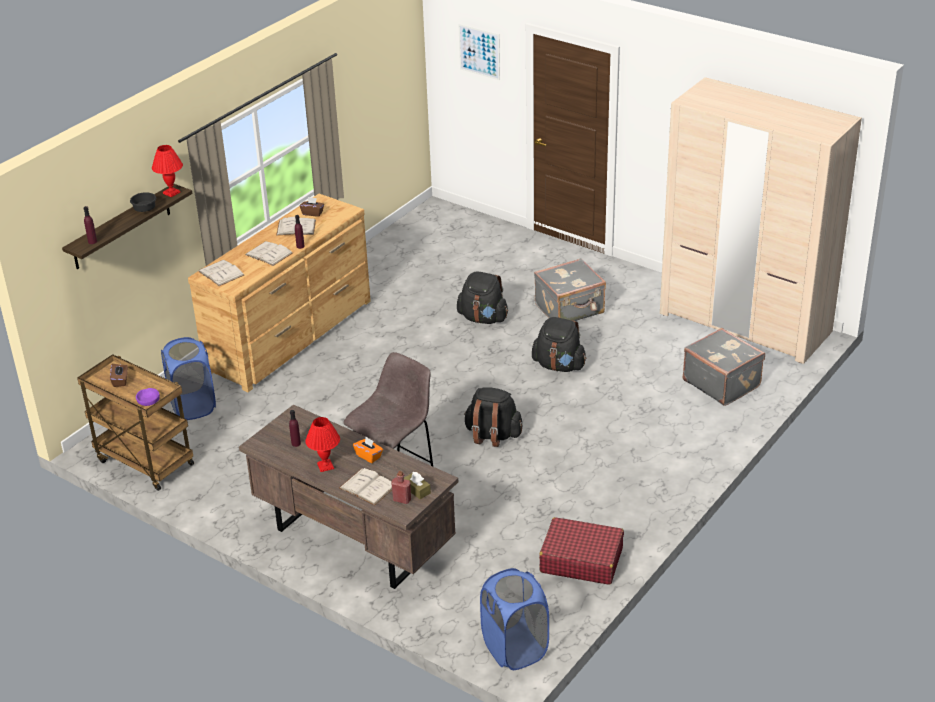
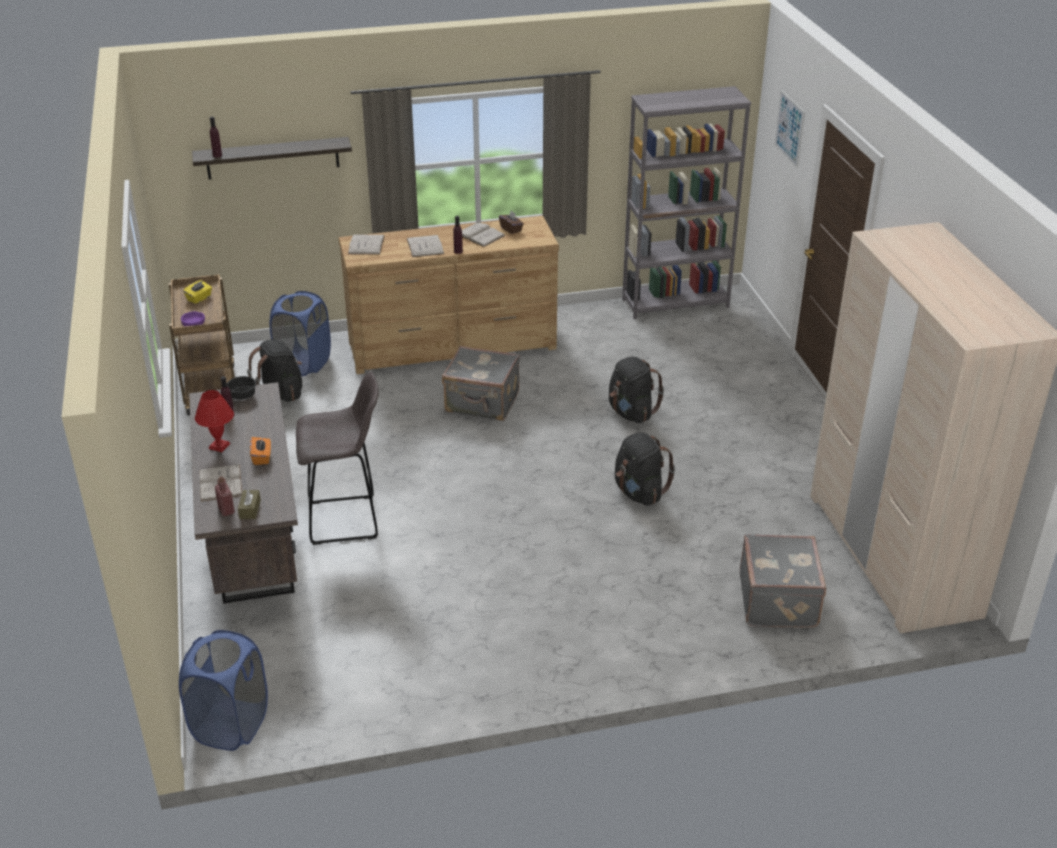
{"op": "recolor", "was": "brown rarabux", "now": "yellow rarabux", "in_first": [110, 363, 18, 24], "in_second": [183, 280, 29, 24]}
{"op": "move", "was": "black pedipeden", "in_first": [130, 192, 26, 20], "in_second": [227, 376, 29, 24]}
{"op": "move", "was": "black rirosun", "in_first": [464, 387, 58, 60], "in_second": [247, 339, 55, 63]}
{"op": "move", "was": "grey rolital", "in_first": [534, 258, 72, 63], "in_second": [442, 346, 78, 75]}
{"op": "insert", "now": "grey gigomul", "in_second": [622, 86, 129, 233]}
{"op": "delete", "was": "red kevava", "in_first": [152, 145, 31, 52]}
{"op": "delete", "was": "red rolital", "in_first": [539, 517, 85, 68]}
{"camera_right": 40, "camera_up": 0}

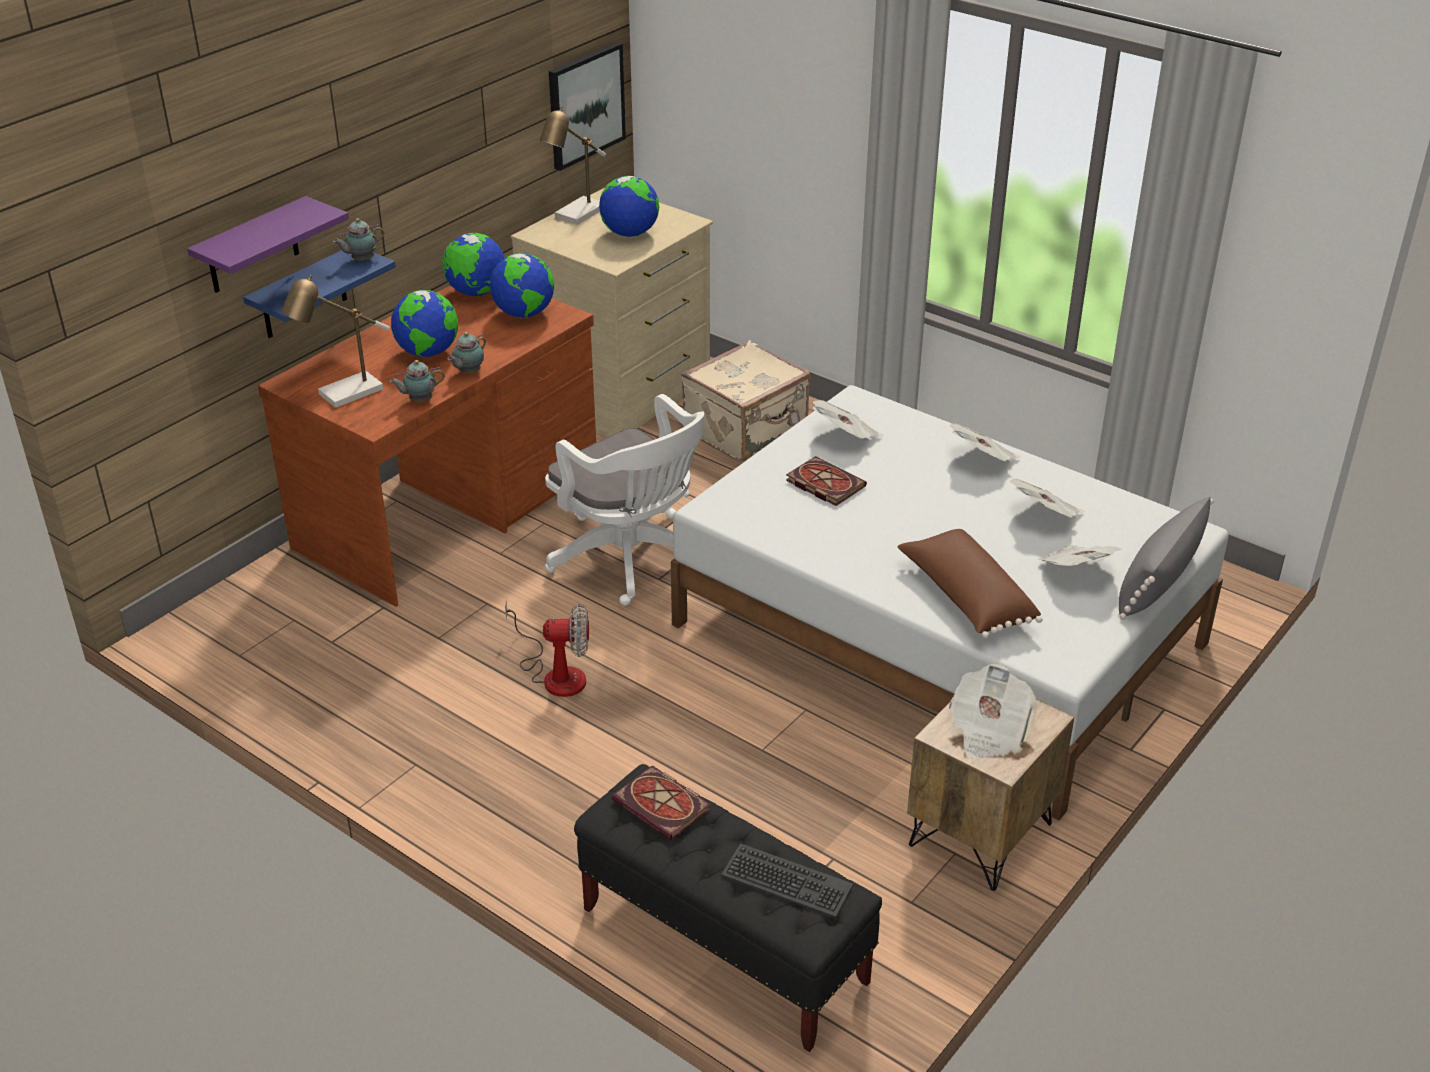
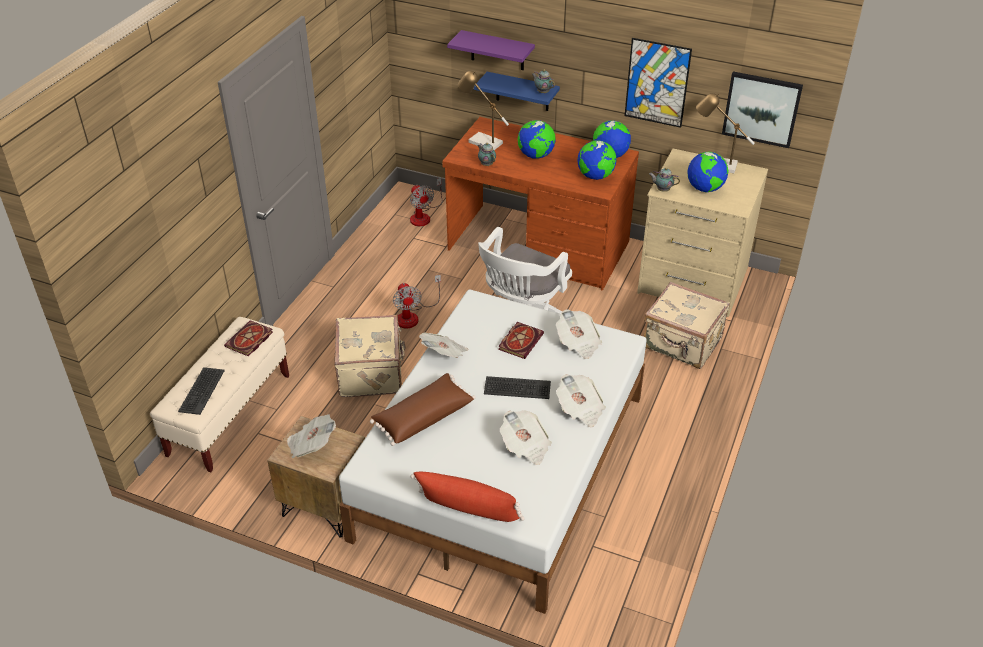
{"op": "recolor", "was": "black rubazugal", "now": "beige rubazugal", "in_first": [574, 764, 308, 288], "in_second": [150, 317, 139, 155]}
{"op": "insert", "now": "beige rolital", "in_second": [335, 315, 71, 82]}
{"op": "insert", "now": "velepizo", "in_second": [410, 178, 33, 48]}
{"op": "recolor", "was": "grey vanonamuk", "now": "red vanonamuk", "in_first": [1119, 497, 95, 123], "in_second": [410, 472, 115, 50]}
{"op": "move", "was": "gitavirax", "in_first": [1038, 545, 84, 21], "in_second": [419, 332, 50, 26]}
{"op": "insert", "now": "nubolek", "in_second": [484, 376, 67, 23]}
{"op": "insert", "now": "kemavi", "in_second": [625, 38, 67, 90]}
{"op": "move", "was": "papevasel", "in_first": [447, 332, 39, 42], "in_second": [649, 167, 31, 25]}
{"camera_right": 75, "camera_up": 5}

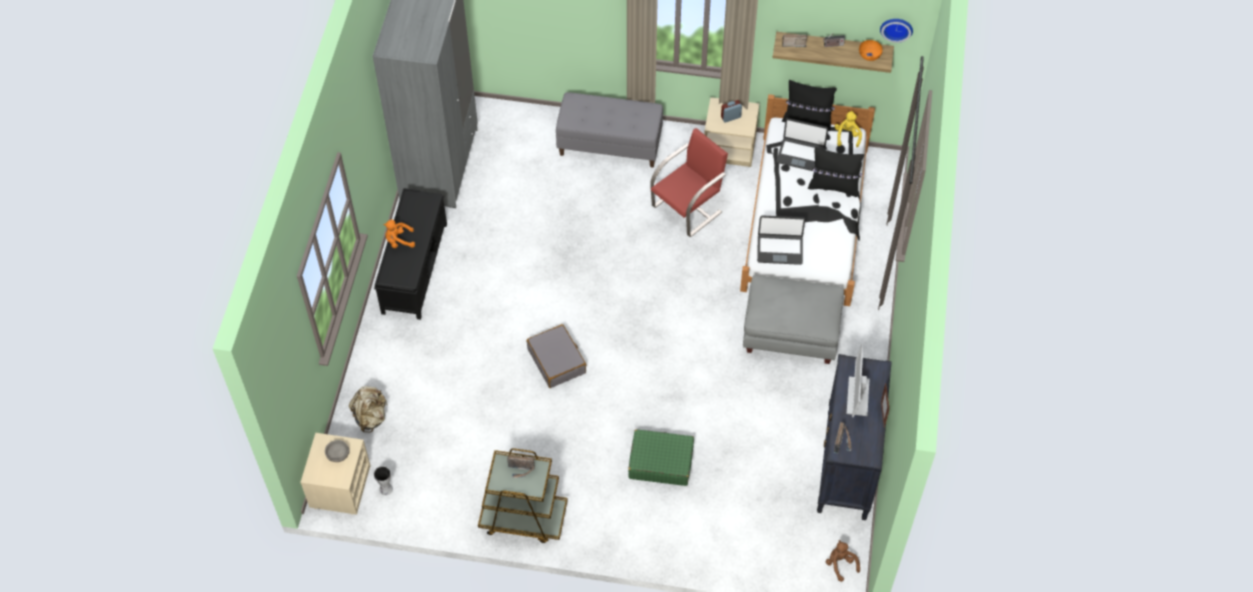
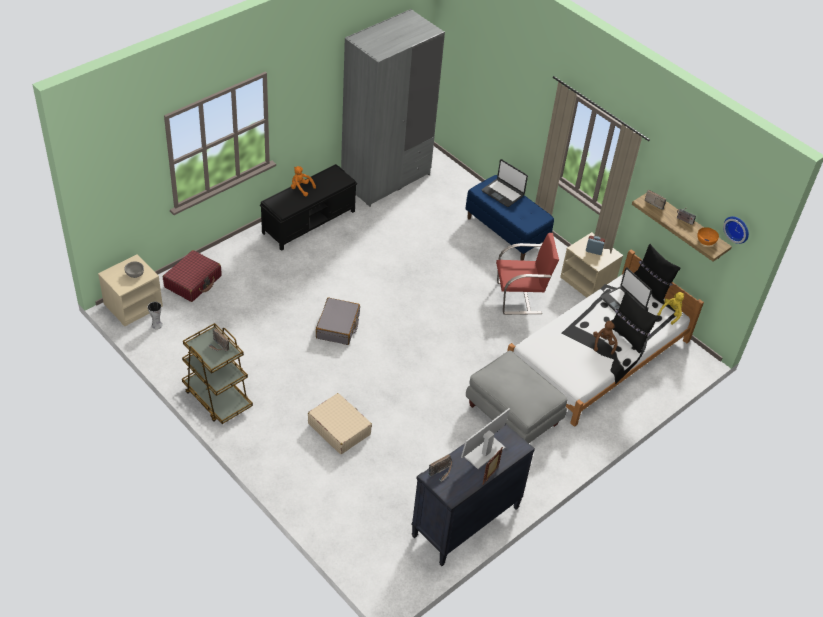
{"op": "replace", "was": "beige rirosun", "now": "red rolital", "in_first": [349, 386, 38, 47], "in_second": [163, 250, 59, 52]}
{"op": "recolor", "was": "green rolital", "now": "beige rolital", "in_first": [628, 429, 66, 57], "in_second": [308, 393, 64, 61]}
{"op": "recolor", "was": "grey rubazugal", "now": "blue rubazugal", "in_first": [556, 92, 107, 76], "in_second": [465, 175, 89, 86]}
{"op": "move", "was": "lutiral", "in_first": [757, 215, 48, 50], "in_second": [482, 159, 46, 48]}
{"op": "move", "was": "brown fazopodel", "in_first": [826, 540, 34, 42], "in_second": [593, 321, 25, 34]}
{"camera_right": 35, "camera_up": -10}

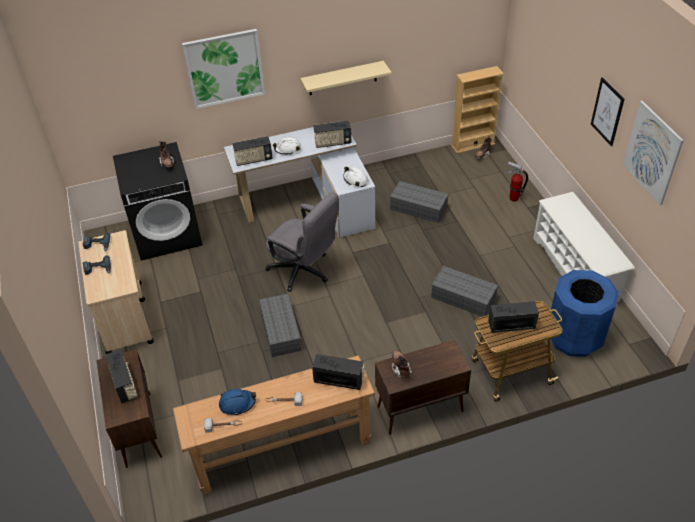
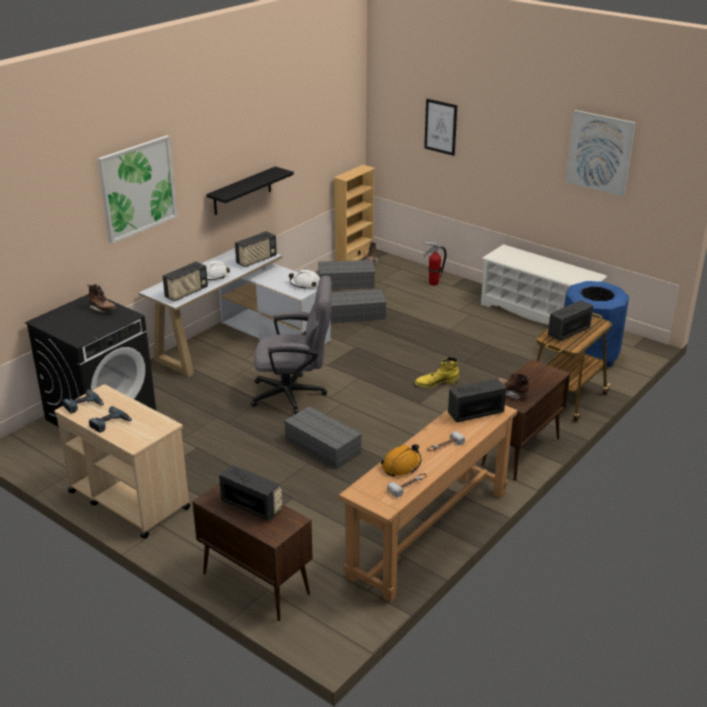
{"op": "recolor", "was": "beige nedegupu", "now": "black nedegupu", "in_first": [301, 61, 91, 34], "in_second": [206, 166, 88, 49]}
{"op": "move", "was": "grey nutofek", "in_first": [431, 266, 67, 51], "in_second": [318, 260, 57, 30]}
{"op": "recolor", "was": "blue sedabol", "now": "orange sedabol", "in_first": [219, 389, 37, 26], "in_second": [381, 444, 40, 33]}
{"op": "insert", "now": "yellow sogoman", "in_second": [415, 357, 44, 31]}
{"op": "move", "was": "kemavi", "in_first": [591, 77, 33, 69], "in_second": [424, 99, 33, 57]}
{"camera_right": -35, "camera_up": -15}

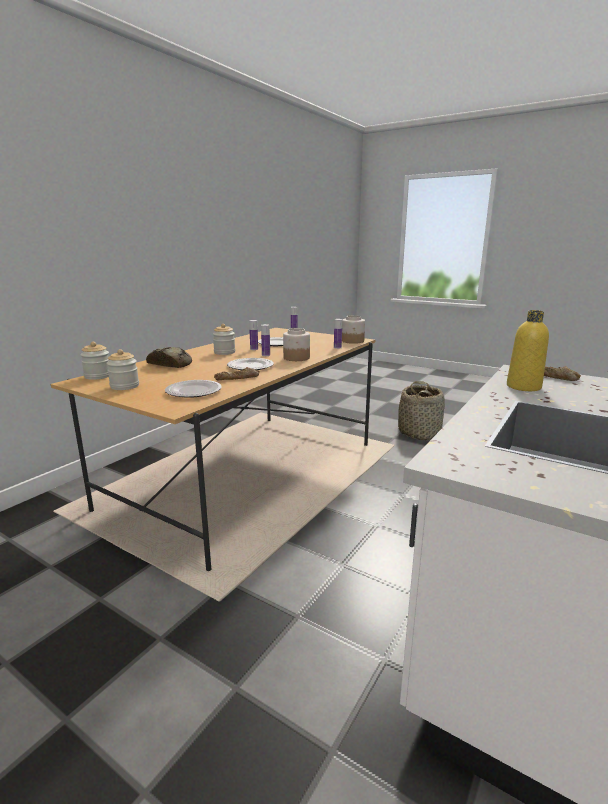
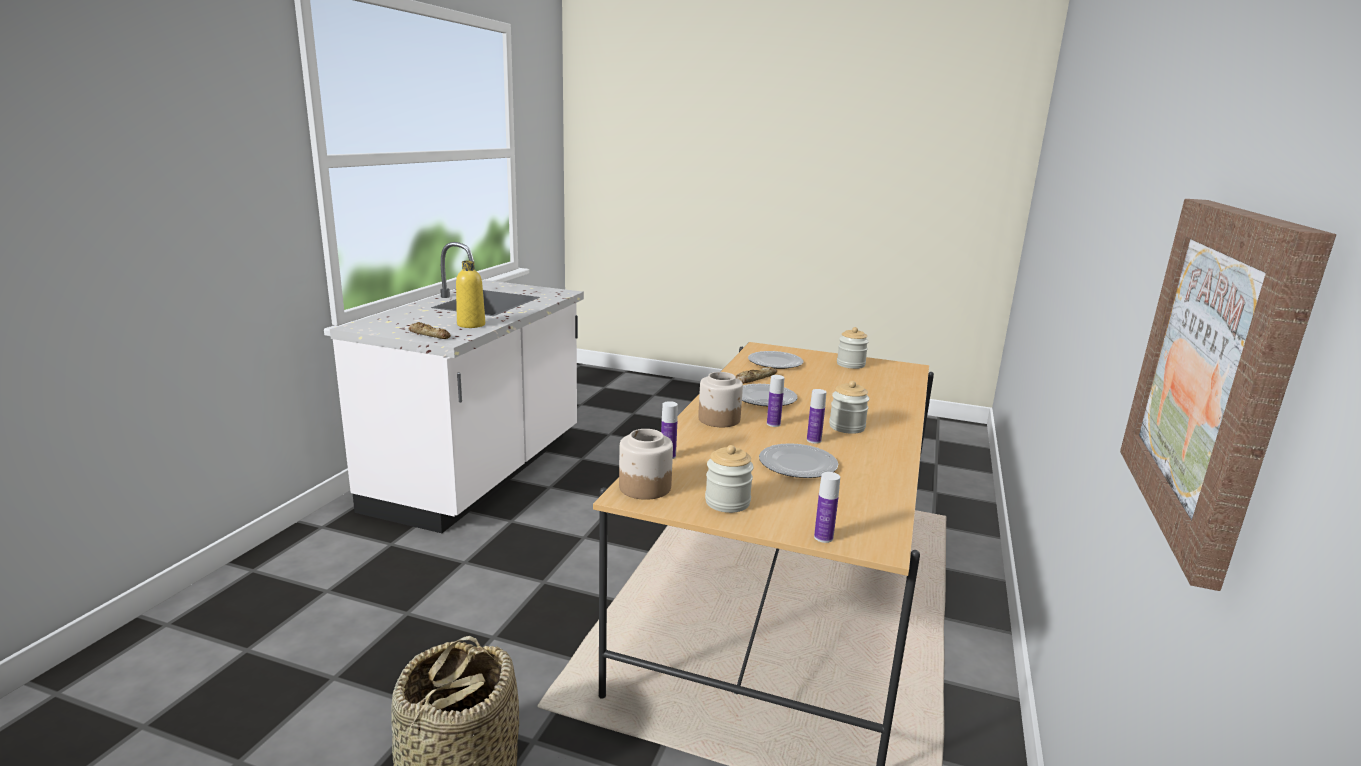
{"op": "move", "was": "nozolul", "in_first": [80, 342, 29, 38], "in_second": [705, 445, 49, 68]}
{"op": "insert", "now": "kemavi", "in_second": [1120, 199, 216, 392]}
{"op": "delete", "was": "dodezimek", "in_first": [146, 347, 46, 21]}
{"camera_right": 165, "camera_up": 0}

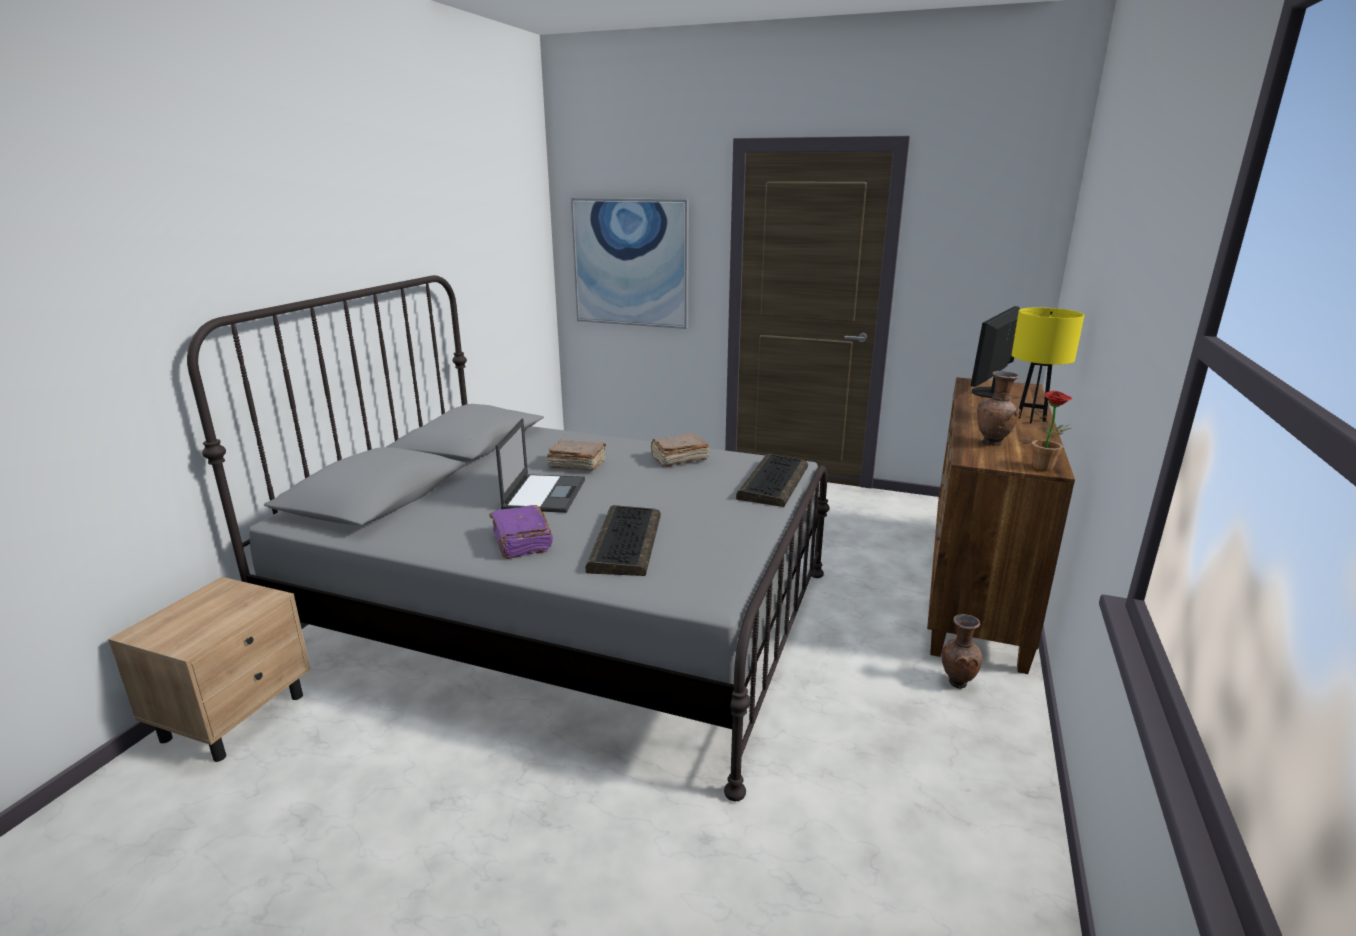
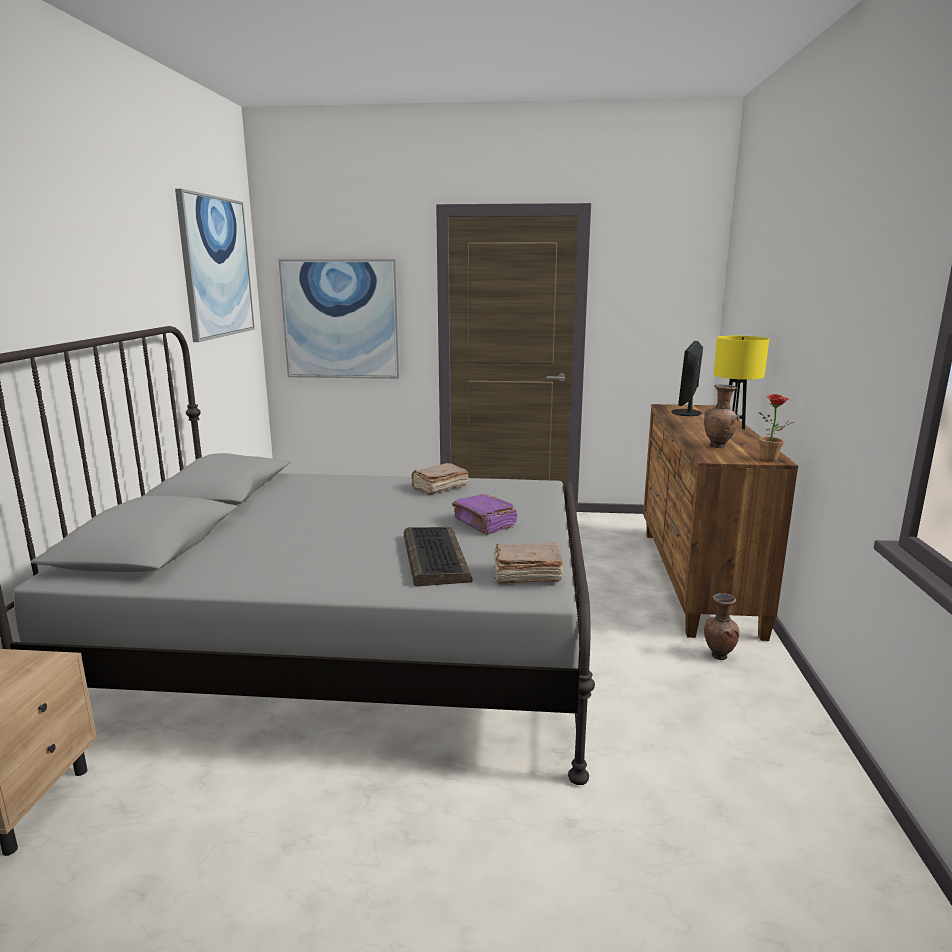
{"op": "insert", "now": "kemavi", "in_second": [175, 189, 80, 153]}
{"op": "move", "was": "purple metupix", "in_first": [490, 505, 63, 54], "in_second": [452, 494, 65, 40]}
{"op": "move", "was": "brown metupix", "in_first": [546, 440, 60, 31], "in_second": [493, 543, 70, 41]}
{"op": "delete", "was": "lutiral", "in_first": [496, 418, 89, 95]}
{"op": "delete", "was": "nubolek", "in_first": [736, 454, 72, 53]}
{"camera_right": -15, "camera_up": -5}

